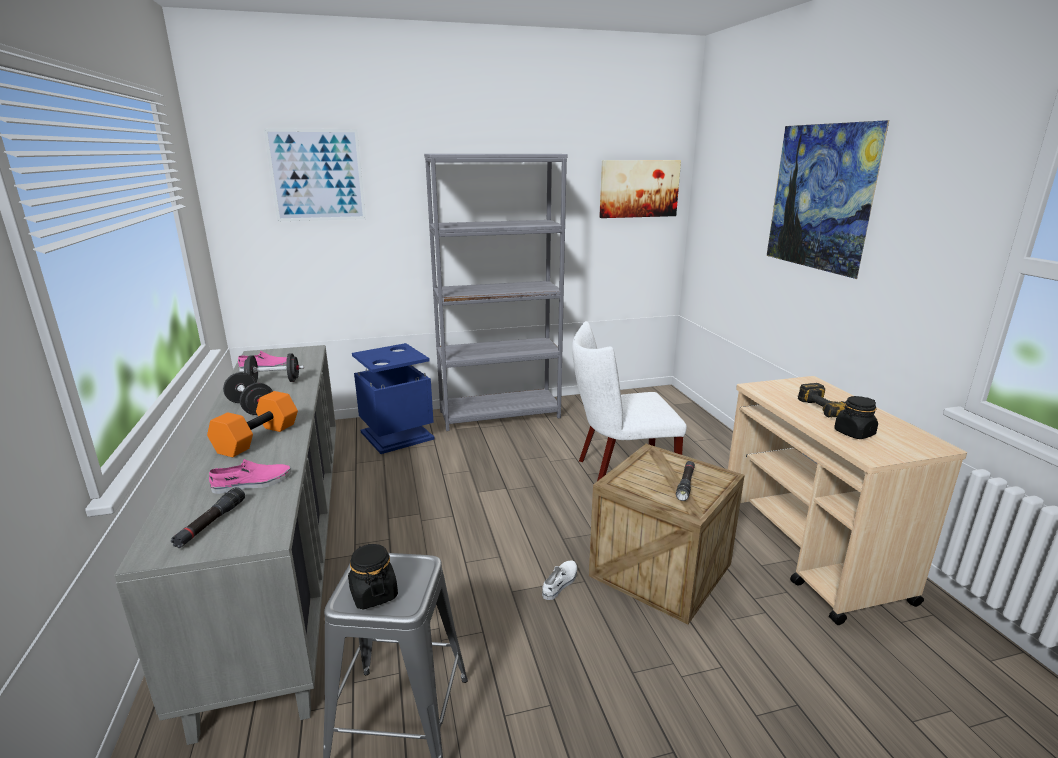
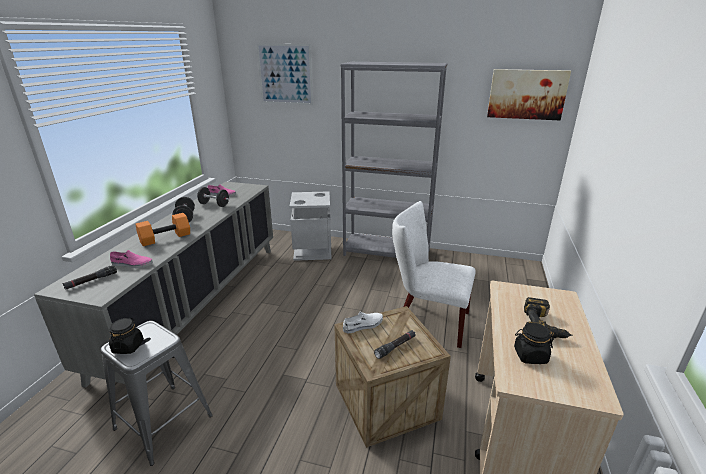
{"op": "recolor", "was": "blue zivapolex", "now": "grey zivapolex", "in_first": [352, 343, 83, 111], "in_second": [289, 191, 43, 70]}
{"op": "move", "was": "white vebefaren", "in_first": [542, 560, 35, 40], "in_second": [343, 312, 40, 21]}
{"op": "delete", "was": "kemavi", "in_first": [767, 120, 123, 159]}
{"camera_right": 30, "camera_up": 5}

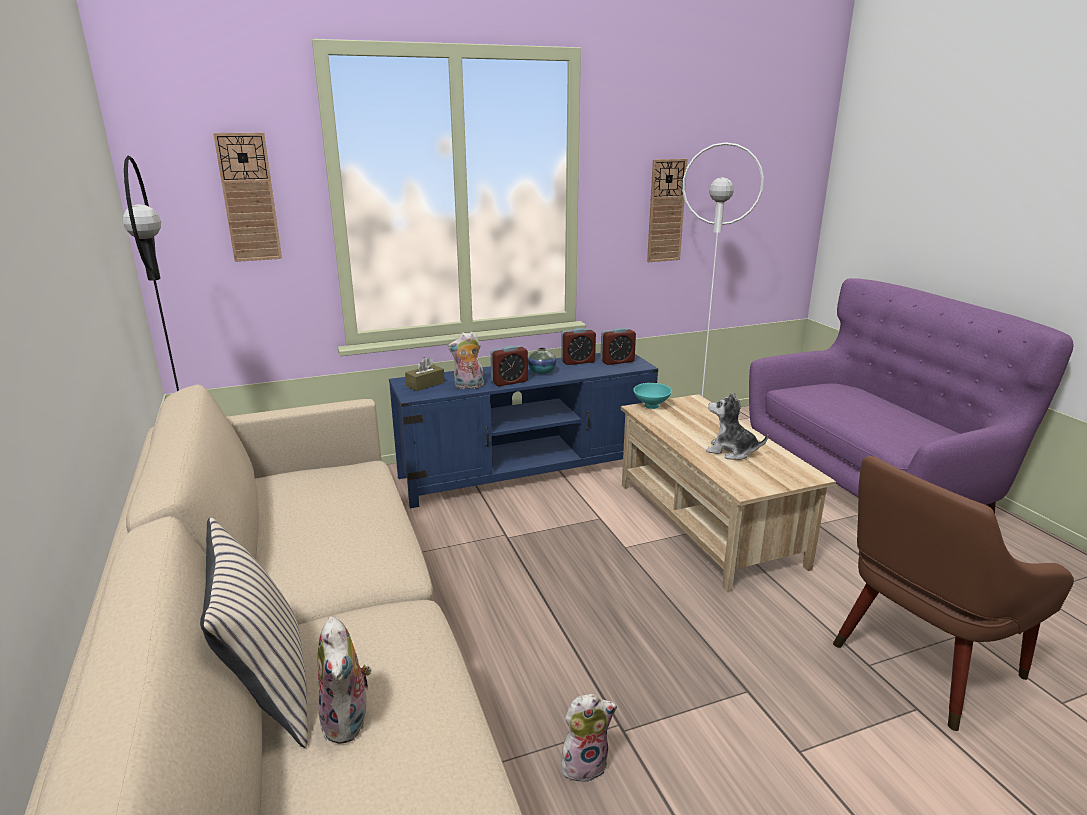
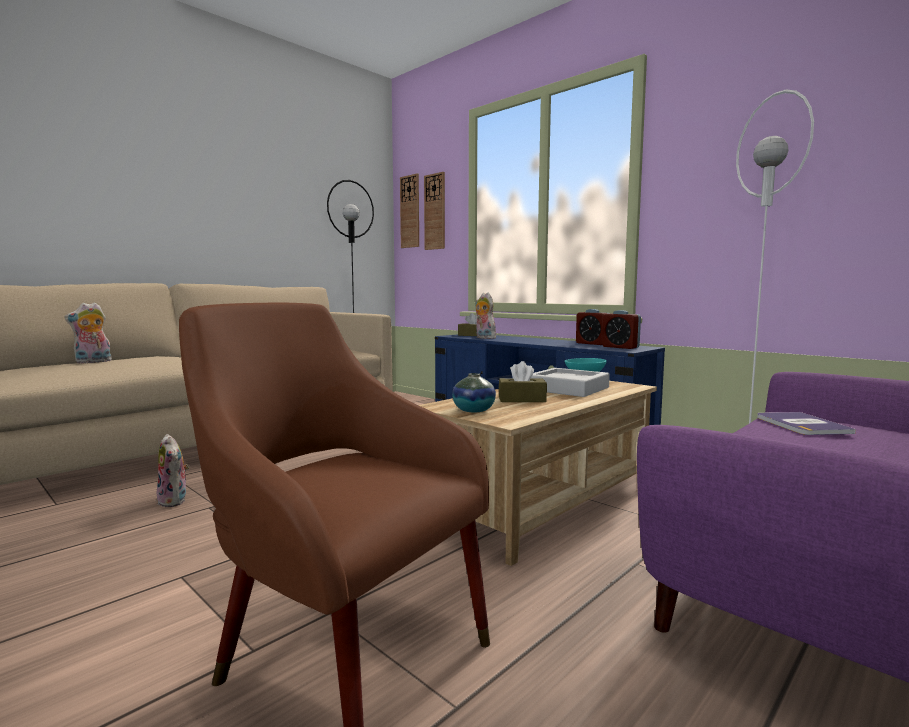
{"op": "move", "was": "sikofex", "in_first": [647, 159, 41, 103], "in_second": [400, 173, 19, 75]}
{"op": "move", "was": "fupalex", "in_first": [528, 348, 29, 26], "in_second": [452, 373, 44, 39]}
{"op": "replace", "was": "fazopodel", "now": "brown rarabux", "in_first": [706, 393, 62, 67], "in_second": [499, 361, 48, 41]}
{"op": "insert", "now": "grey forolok", "in_second": [531, 368, 79, 29]}
{"op": "insert", "now": "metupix", "in_second": [757, 412, 99, 23]}
{"op": "delete", "was": "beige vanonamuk", "in_first": [200, 517, 108, 231]}
{"op": "delete", "was": "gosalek", "in_first": [490, 345, 38, 41]}
{"camera_right": 65, "camera_up": -15}

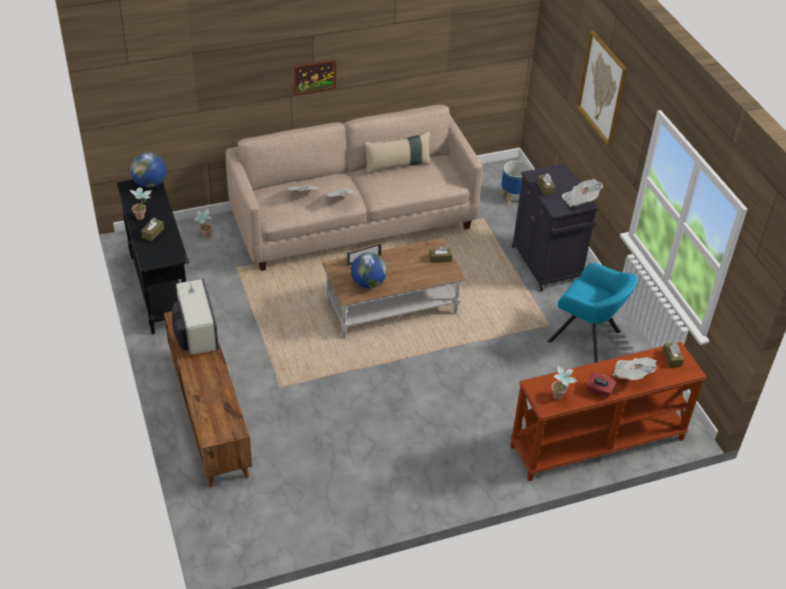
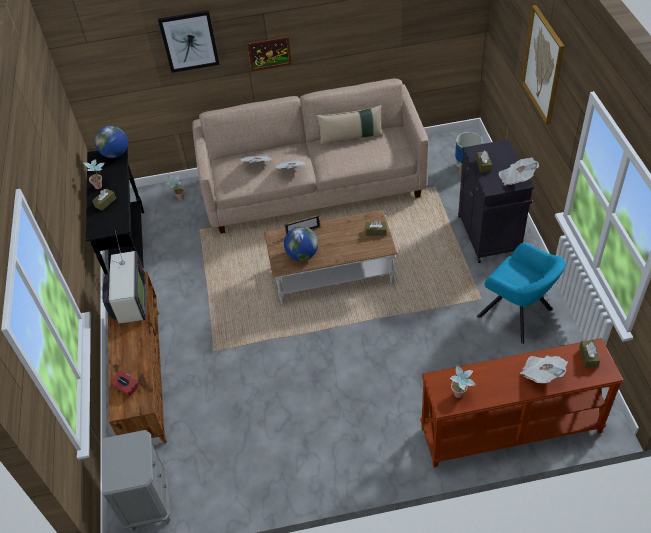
{"op": "insert", "now": "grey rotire", "in_second": [102, 430, 69, 101]}
{"op": "move", "was": "red rarabux", "in_first": [586, 373, 30, 25], "in_second": [111, 371, 27, 25]}
{"op": "insert", "now": "kemavi", "in_second": [158, 10, 62, 63]}
{"camera_right": 15, "camera_up": 5}

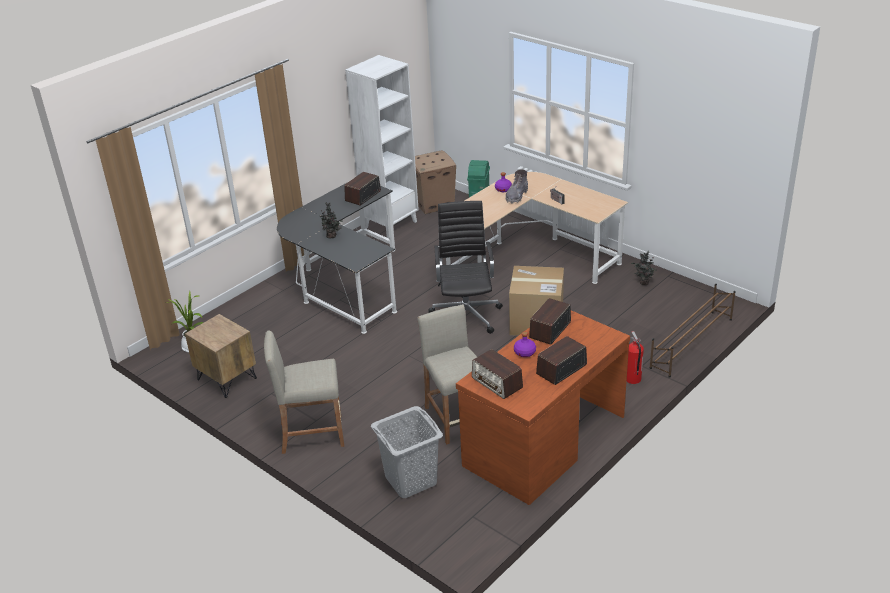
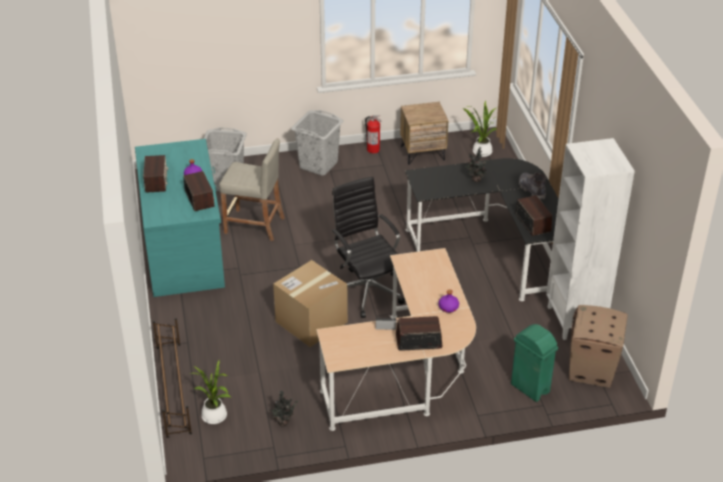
{"op": "recolor", "was": "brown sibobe", "now": "turquoise sibobe", "in_first": [456, 310, 174, 195], "in_second": [135, 139, 90, 158]}
{"op": "insert", "now": "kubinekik", "in_second": [193, 360, 37, 64]}
{"op": "replace", "was": "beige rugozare", "now": "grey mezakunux", "in_first": [264, 330, 80, 124], "in_second": [291, 110, 53, 66]}
{"op": "rotate", "was": "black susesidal", "in_first": [428, 201, 75, 133], "in_second": [331, 176, 74, 142], "clockwise": -150}
{"op": "move", "was": "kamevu", "in_first": [627, 331, 17, 53], "in_second": [365, 115, 16, 38]}
{"op": "move", "was": "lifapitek", "in_first": [472, 349, 51, 50], "in_second": [396, 316, 47, 35]}
{"op": "move", "was": "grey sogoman", "in_first": [505, 169, 23, 35], "in_second": [519, 172, 27, 28]}
{"camera_right": 125, "camera_up": 5}

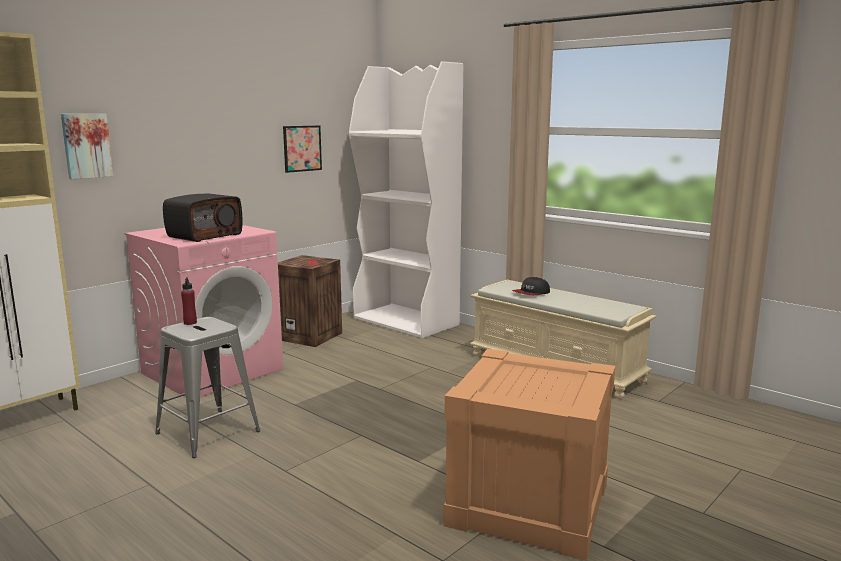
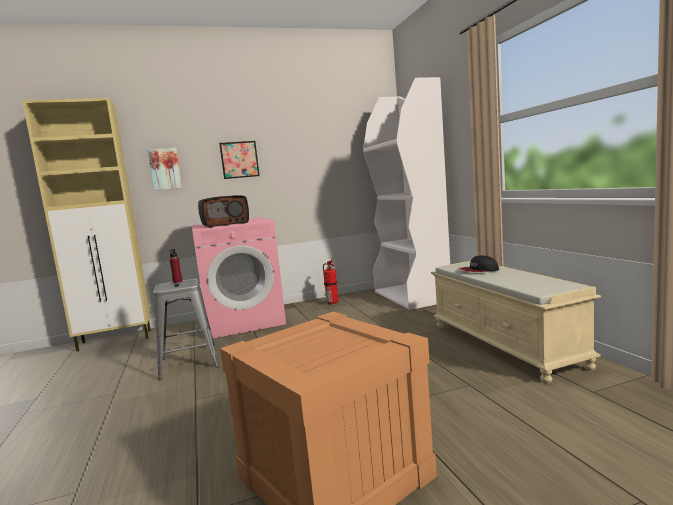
{"op": "move", "was": "kemavi", "in_first": [283, 125, 39, 48], "in_second": [219, 141, 41, 38]}
{"op": "replace", "was": "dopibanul", "now": "kamevu", "in_first": [278, 255, 64, 92], "in_second": [323, 257, 15, 48]}
{"camera_right": 30, "camera_up": -5}

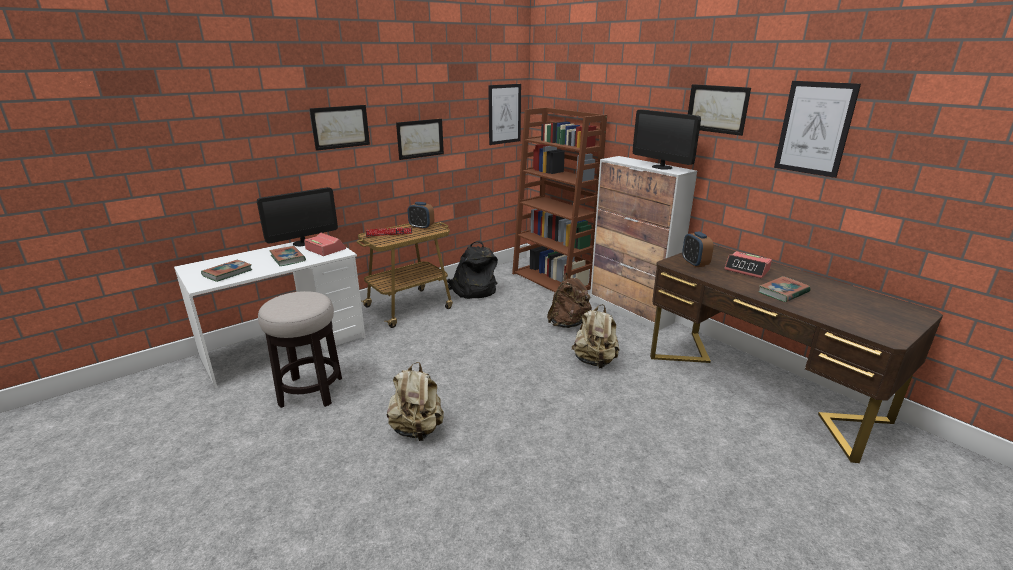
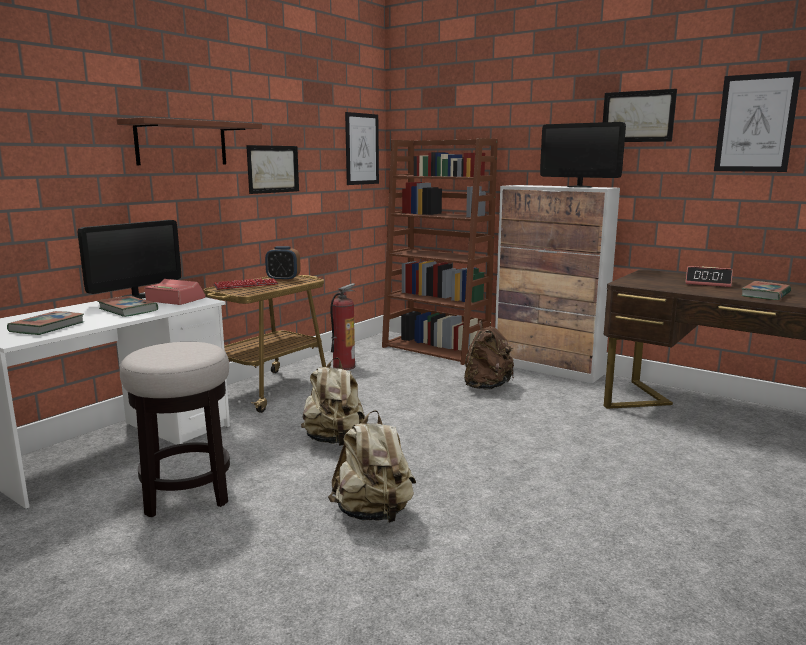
{"op": "replace", "was": "kemavi", "now": "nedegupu", "in_first": [310, 105, 60, 46], "in_second": [117, 117, 145, 48]}
{"op": "move", "was": "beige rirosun", "in_first": [572, 304, 47, 65], "in_second": [301, 358, 64, 88]}
{"op": "replace", "was": "black rirosun", "now": "kamevu", "in_first": [447, 241, 51, 58], "in_second": [330, 283, 25, 87]}
{"op": "delete", "was": "gosalek", "in_first": [682, 232, 32, 35]}
{"camera_right": -15, "camera_up": -10}

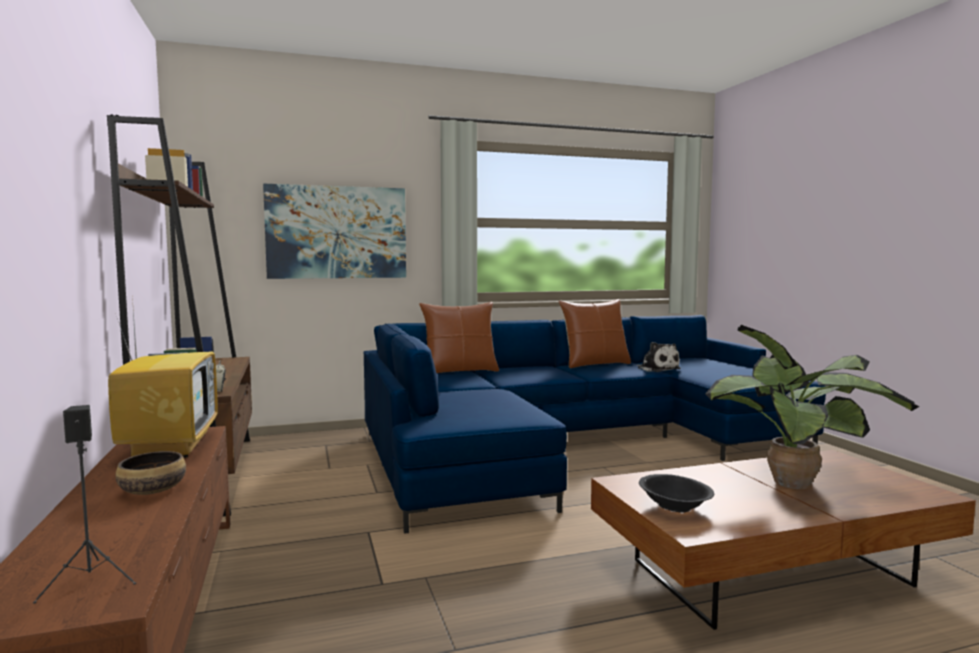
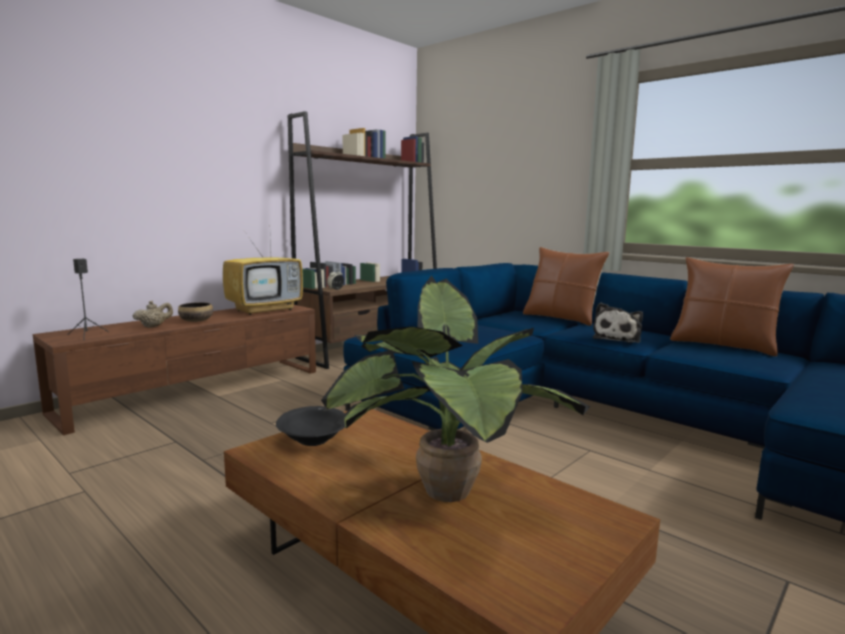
{"op": "insert", "now": "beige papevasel", "in_second": [133, 301, 40, 27]}
{"op": "move", "was": "fazopodel", "in_first": [636, 342, 45, 30], "in_second": [593, 303, 50, 40]}
{"op": "delete", "was": "kemavi", "in_first": [263, 184, 143, 95]}
{"camera_right": 60, "camera_up": 5}

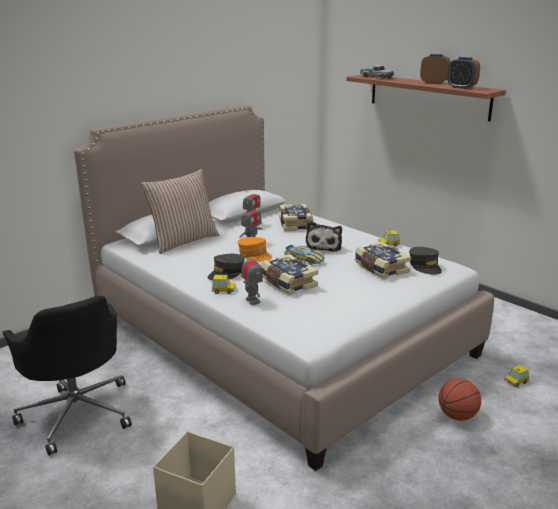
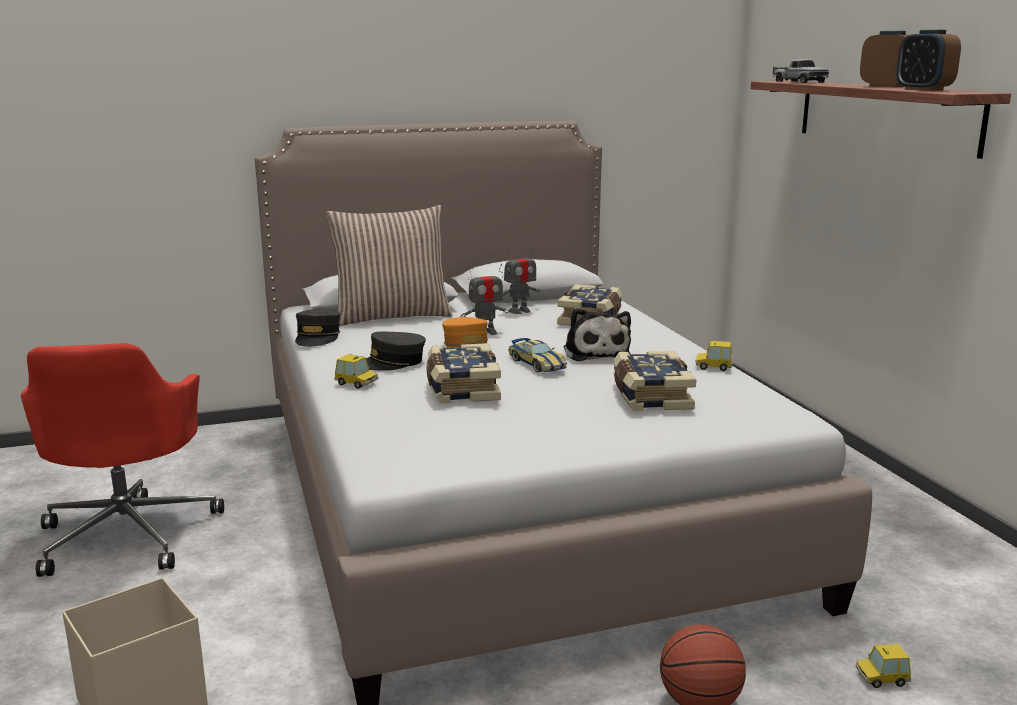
{"op": "recolor", "was": "black susesidal", "now": "red susesidal", "in_first": [2, 295, 130, 161], "in_second": [21, 343, 203, 234]}
{"op": "move", "was": "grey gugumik", "in_first": [409, 247, 33, 28], "in_second": [295, 309, 45, 38]}
{"op": "rotate", "was": "fazopodel", "in_first": [306, 221, 36, 31], "in_second": [564, 308, 67, 53], "clockwise": -45}
{"op": "delete", "was": "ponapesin", "in_first": [241, 251, 22, 54]}
{"camera_right": 25, "camera_up": -5}

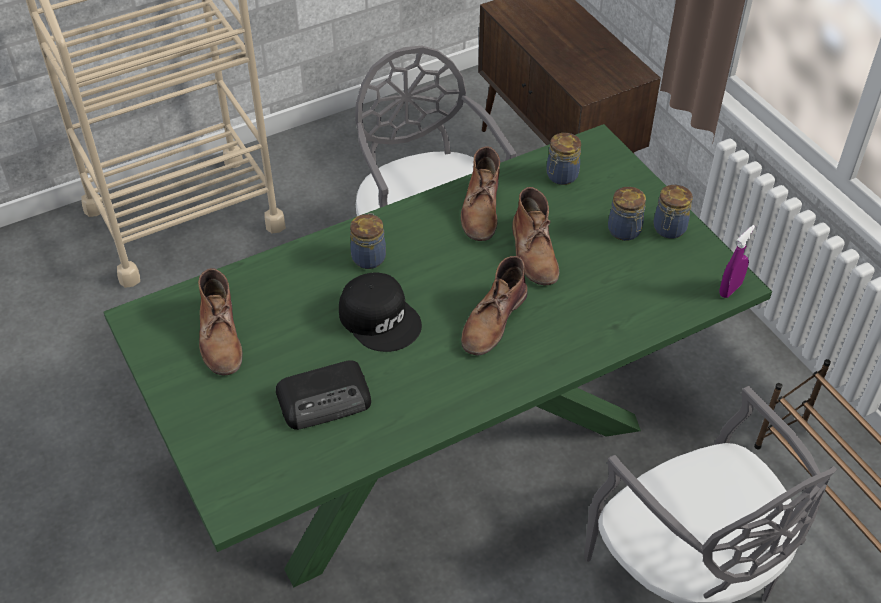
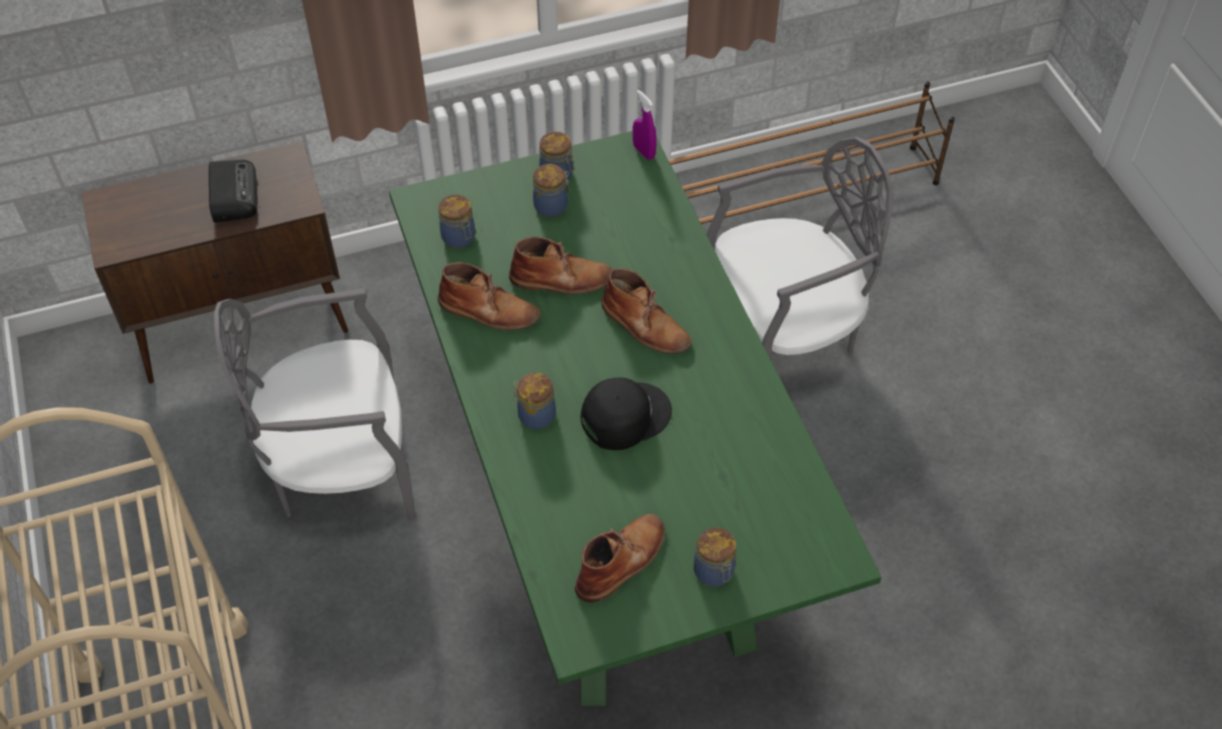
{"op": "move", "was": "lifapitek", "in_first": [276, 360, 95, 70], "in_second": [209, 160, 48, 63]}
{"op": "rotate", "was": "brown sogoman", "in_first": [198, 268, 45, 108], "in_second": [575, 514, 90, 89], "clockwise": -45}
{"op": "insert", "now": "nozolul", "in_second": [694, 527, 42, 60]}
{"camera_right": -80, "camera_up": 5}

